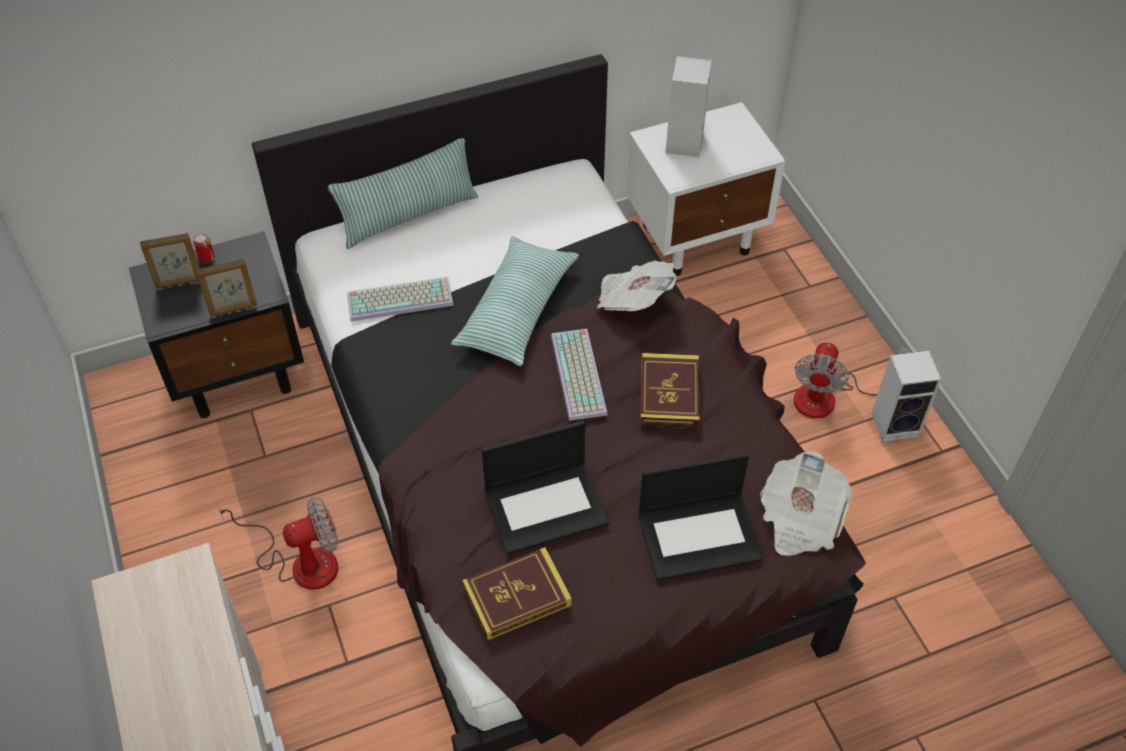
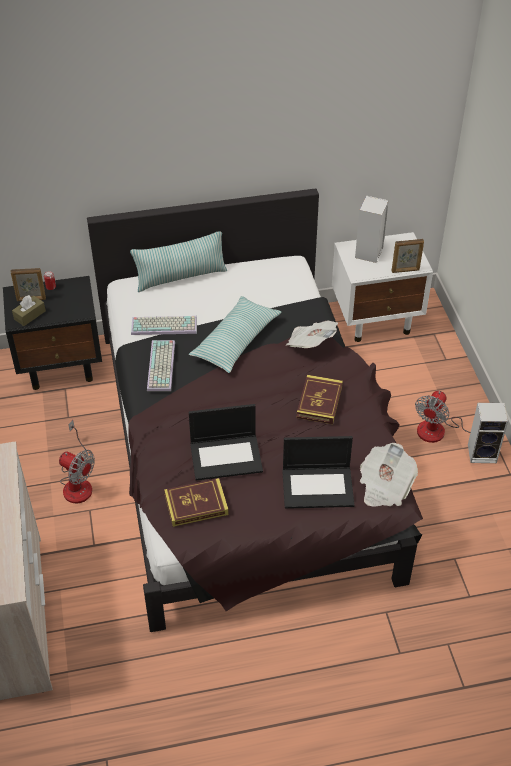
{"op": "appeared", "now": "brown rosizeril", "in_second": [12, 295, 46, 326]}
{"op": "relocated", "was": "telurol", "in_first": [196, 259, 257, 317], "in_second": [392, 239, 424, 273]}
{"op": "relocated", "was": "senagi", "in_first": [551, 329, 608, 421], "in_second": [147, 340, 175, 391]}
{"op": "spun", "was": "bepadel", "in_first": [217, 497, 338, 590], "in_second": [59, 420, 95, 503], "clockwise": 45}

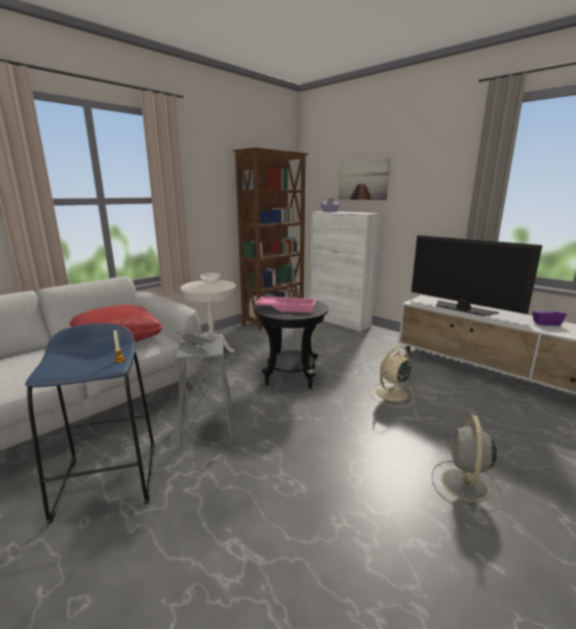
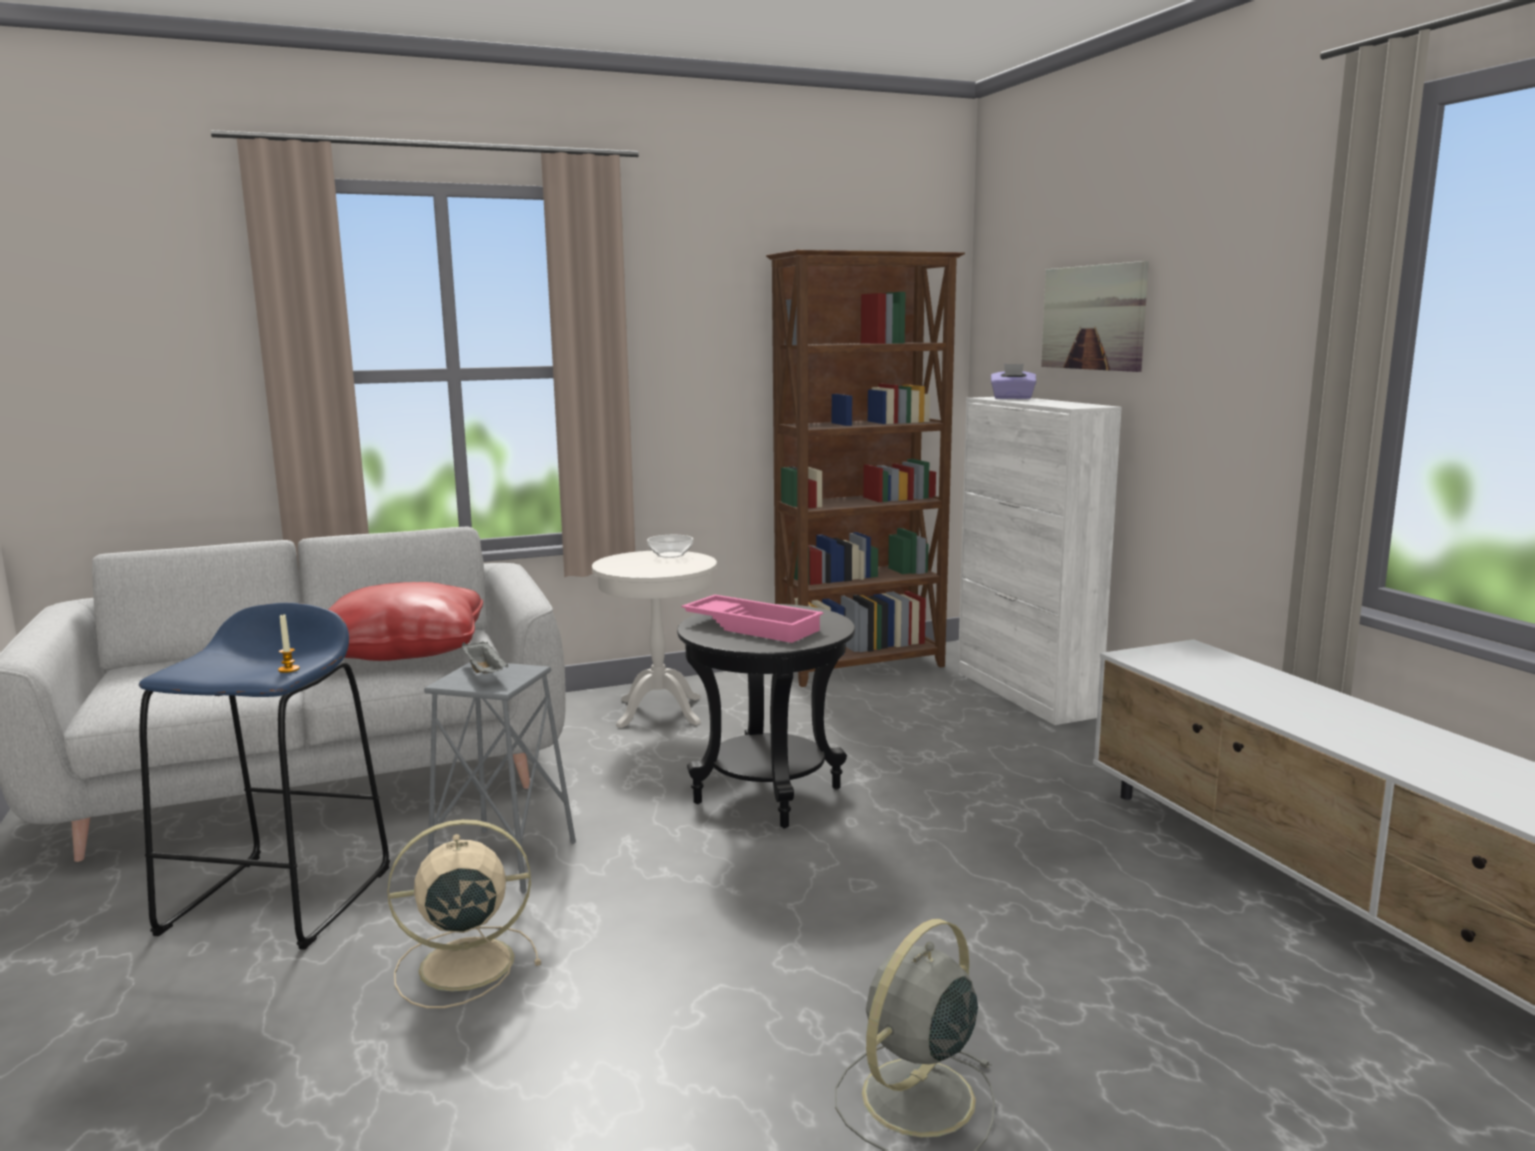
{"op": "missing", "was": "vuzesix", "in_first": [411, 235, 542, 316]}
{"op": "missing", "was": "purple rosizeril", "in_first": [532, 304, 566, 326]}
{"op": "relocated", "was": "beige bepadel", "in_first": [369, 345, 414, 407], "in_second": [387, 819, 541, 1008]}

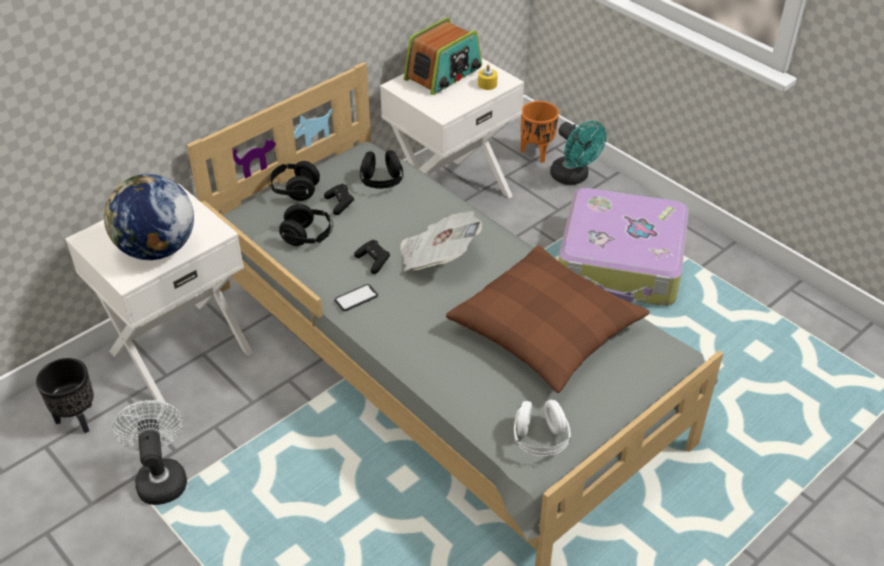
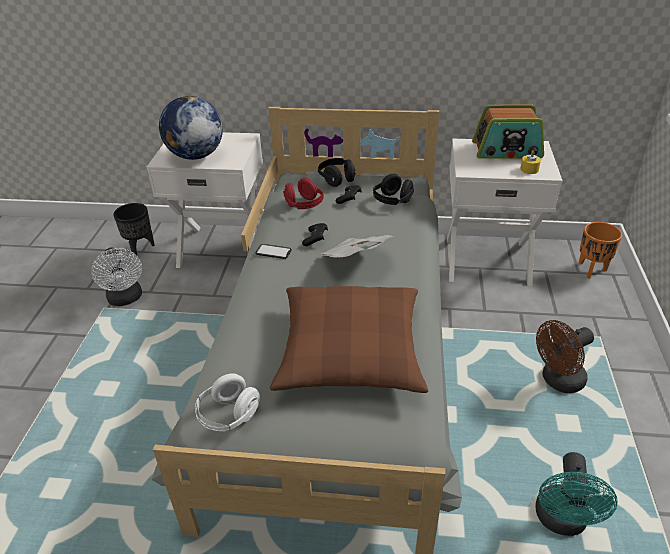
{"op": "relocated", "was": "turquoise bepadel", "in_first": [550, 121, 607, 185], "in_second": [535, 452, 618, 536]}
{"op": "exchanged", "was": "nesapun", "now": "brown bepadel", "in_first": [558, 188, 689, 306], "in_second": [536, 320, 594, 393]}
{"op": "colour", "was": "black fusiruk", "now": "red fusiruk", "in_first": [279, 204, 333, 246], "in_second": [283, 178, 324, 209]}
{"op": "spun", "was": "white bepadel", "in_first": [113, 400, 187, 505], "in_second": [91, 247, 142, 306], "clockwise": 120}

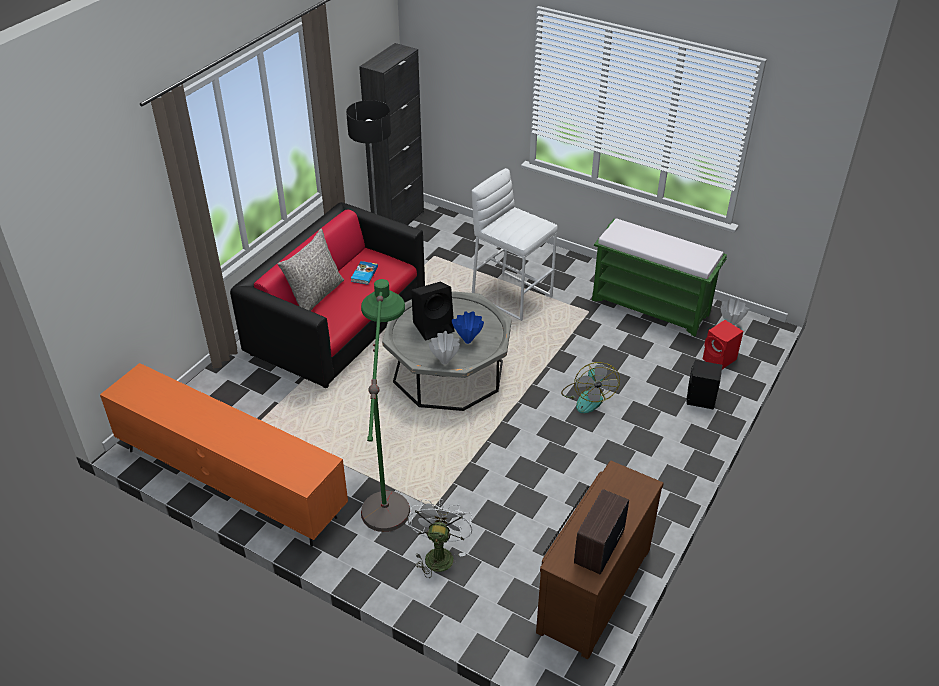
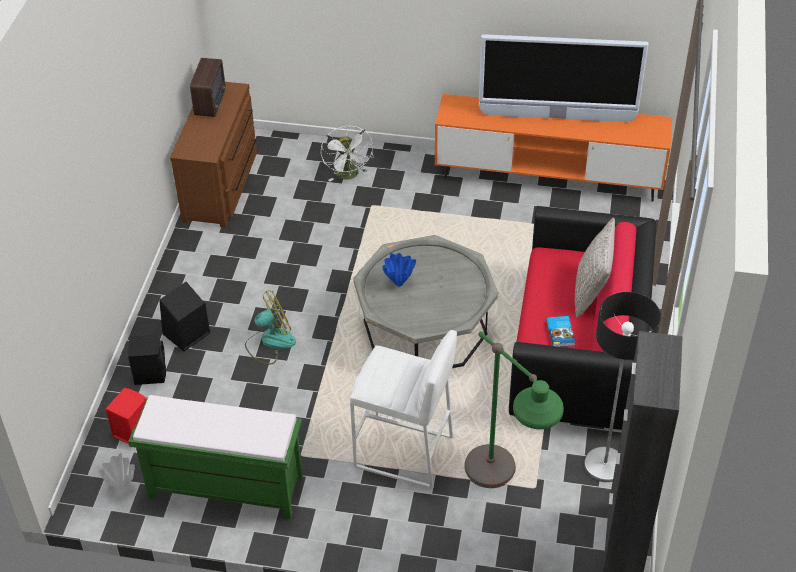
{"op": "missing", "was": "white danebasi", "in_first": [429, 331, 460, 365]}
{"op": "appeared", "now": "vuzesix", "in_second": [479, 34, 649, 122]}
{"op": "relocated", "was": "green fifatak", "in_first": [361, 279, 410, 532], "in_second": [464, 331, 564, 488]}
{"op": "relocated", "was": "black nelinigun", "in_first": [411, 282, 454, 340], "in_second": [159, 282, 210, 351]}
{"op": "spun", "was": "bepadel", "in_first": [561, 362, 620, 413], "in_second": [245, 291, 296, 364], "clockwise": 90}

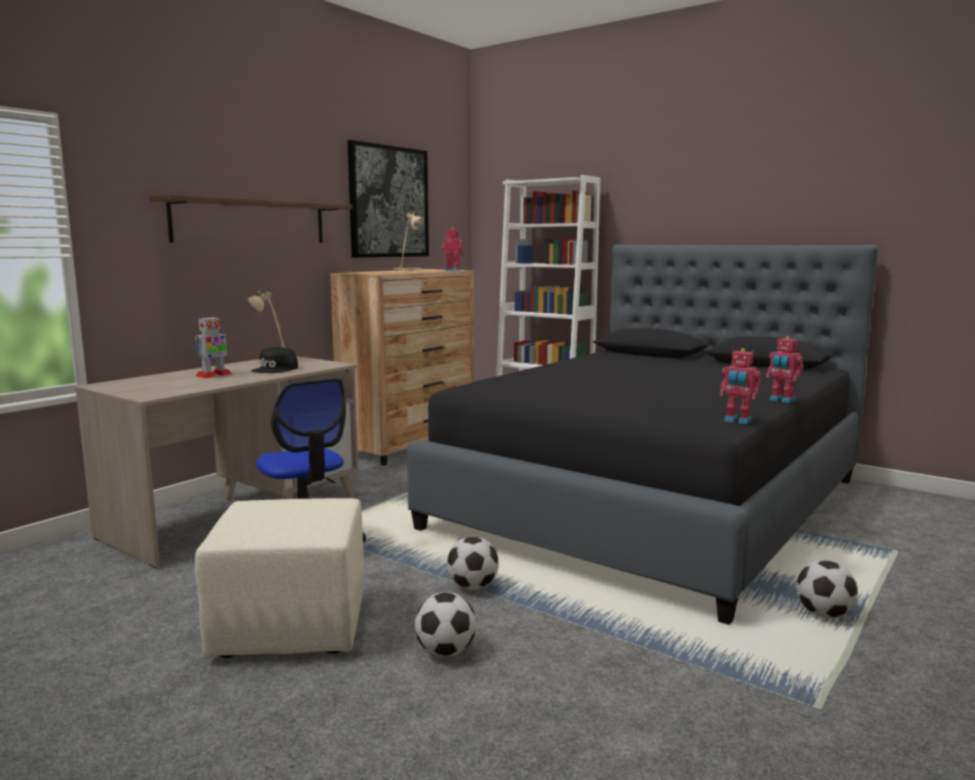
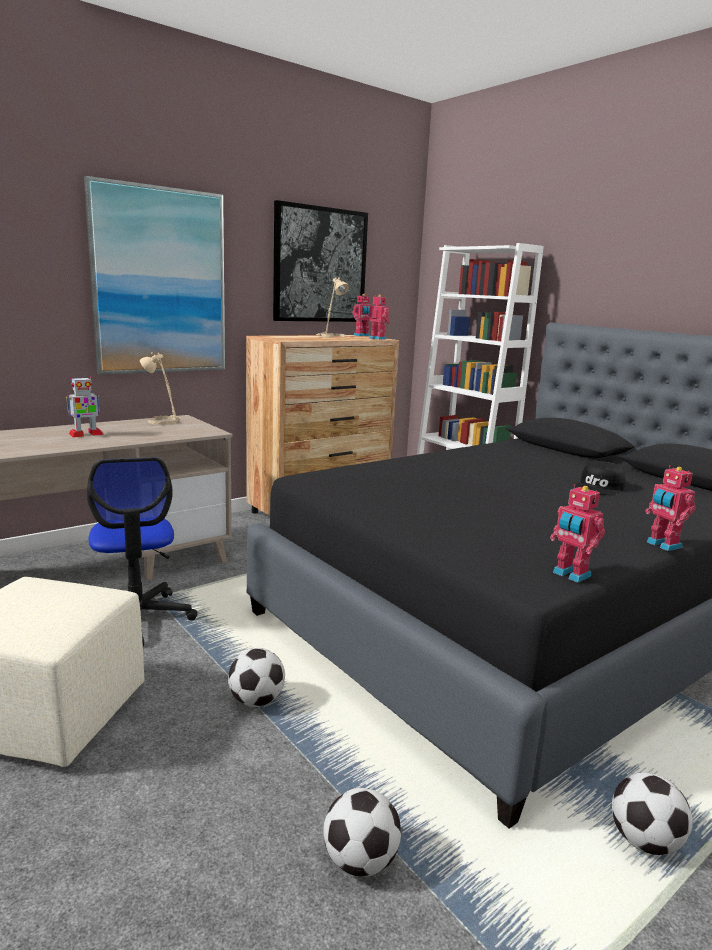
{"op": "appeared", "now": "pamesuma", "in_second": [352, 294, 373, 336]}
{"op": "relocated", "was": "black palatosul", "in_first": [251, 347, 298, 373], "in_second": [575, 461, 626, 495]}
{"op": "relocated", "was": "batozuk", "in_first": [415, 592, 476, 657], "in_second": [323, 788, 401, 877]}
{"op": "exchanged", "was": "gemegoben", "now": "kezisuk", "in_first": [150, 194, 352, 243], "in_second": [84, 176, 225, 375]}

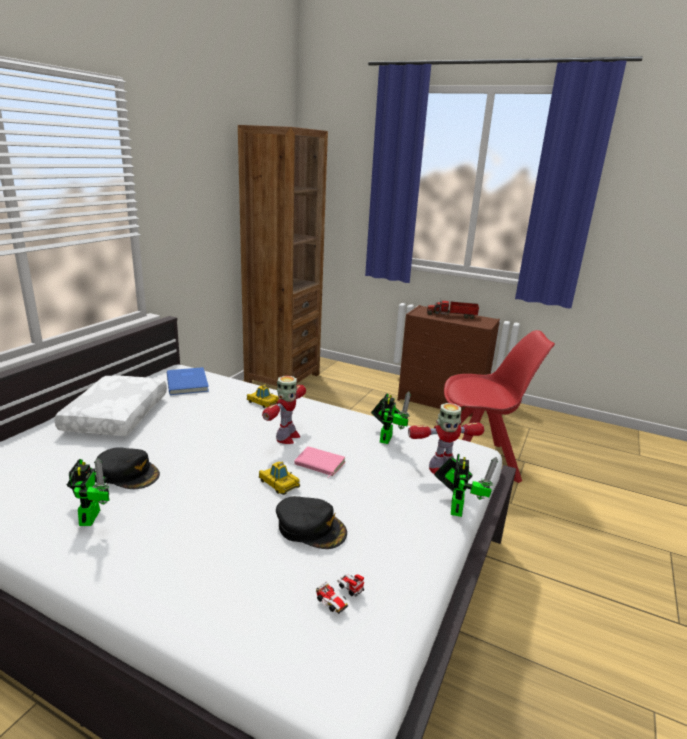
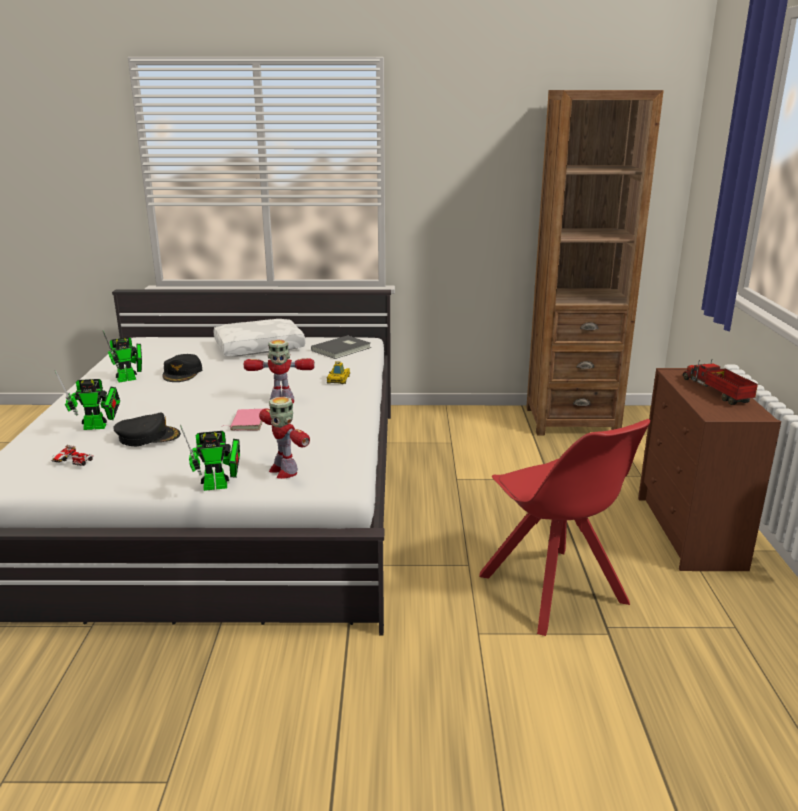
{"op": "missing", "was": "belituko", "in_first": [259, 461, 300, 495]}
{"op": "relocated", "was": "pamesuma", "in_first": [371, 392, 411, 444], "in_second": [55, 370, 120, 430]}
{"op": "colour", "was": "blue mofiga", "now": "grey mofiga", "in_first": [167, 367, 209, 395], "in_second": [311, 335, 371, 359]}
{"op": "spun", "was": "black palatosul", "in_first": [276, 496, 347, 549], "in_second": [113, 413, 181, 446], "clockwise": -105}

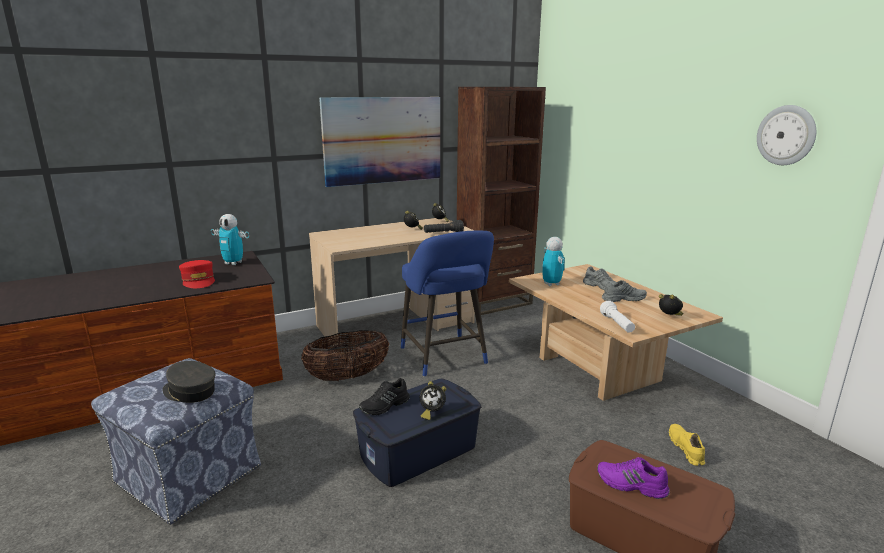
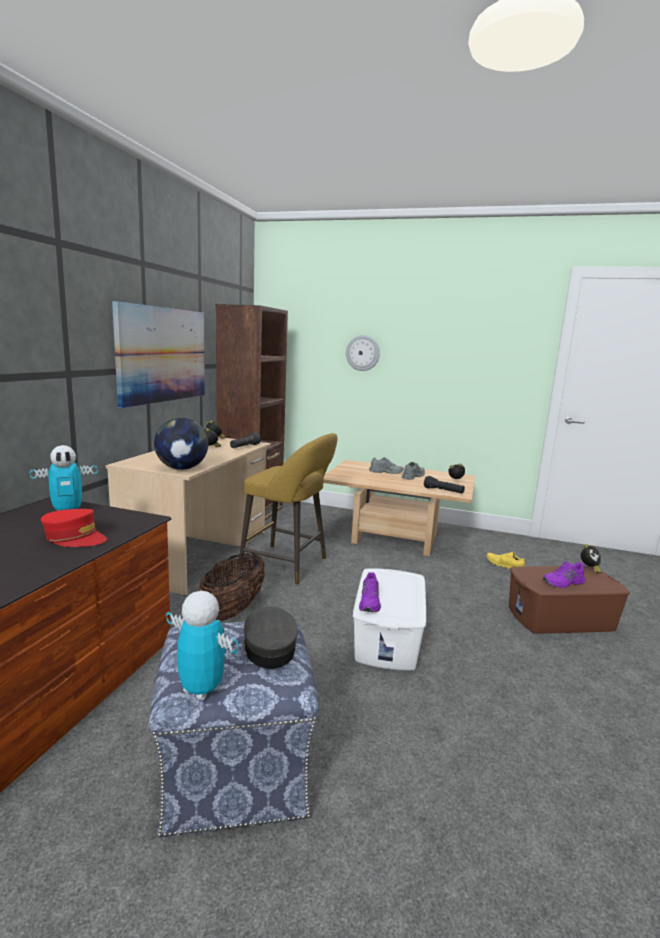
{"op": "appeared", "now": "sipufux", "in_second": [154, 418, 208, 470]}
{"op": "relocated", "was": "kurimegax", "in_first": [420, 381, 446, 420], "in_second": [581, 544, 602, 573]}
{"op": "relocated", "was": "pamesuma", "in_first": [542, 237, 565, 286], "in_second": [166, 591, 239, 701]}
{"op": "relocated", "was": "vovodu", "in_first": [757, 105, 816, 165], "in_second": [346, 335, 380, 371]}
{"op": "colour", "was": "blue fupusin", "now": "white fupusin", "in_first": [353, 379, 481, 487], "in_second": [353, 568, 426, 670]}
{"op": "colour", "was": "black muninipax", "now": "purple muninipax", "in_first": [359, 378, 410, 415], "in_second": [359, 572, 381, 612]}
{"op": "colour", "was": "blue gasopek", "now": "yellow gasopek", "in_first": [401, 231, 494, 377], "in_second": [239, 433, 338, 585]}
{"op": "colour", "was": "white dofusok", "now": "black dofusok", "in_first": [600, 301, 635, 333], "in_second": [424, 476, 465, 494]}
{"op": "spun", "was": "grey palatosul", "in_first": [162, 361, 215, 403], "in_second": [243, 606, 298, 669], "clockwise": 90}

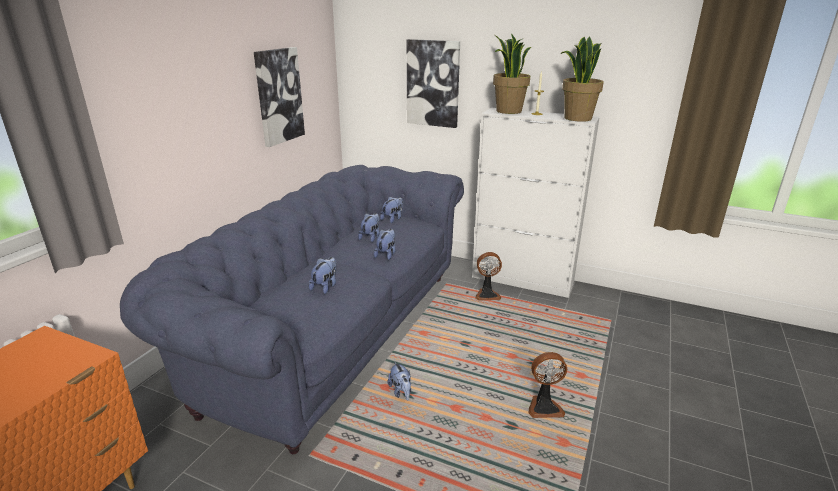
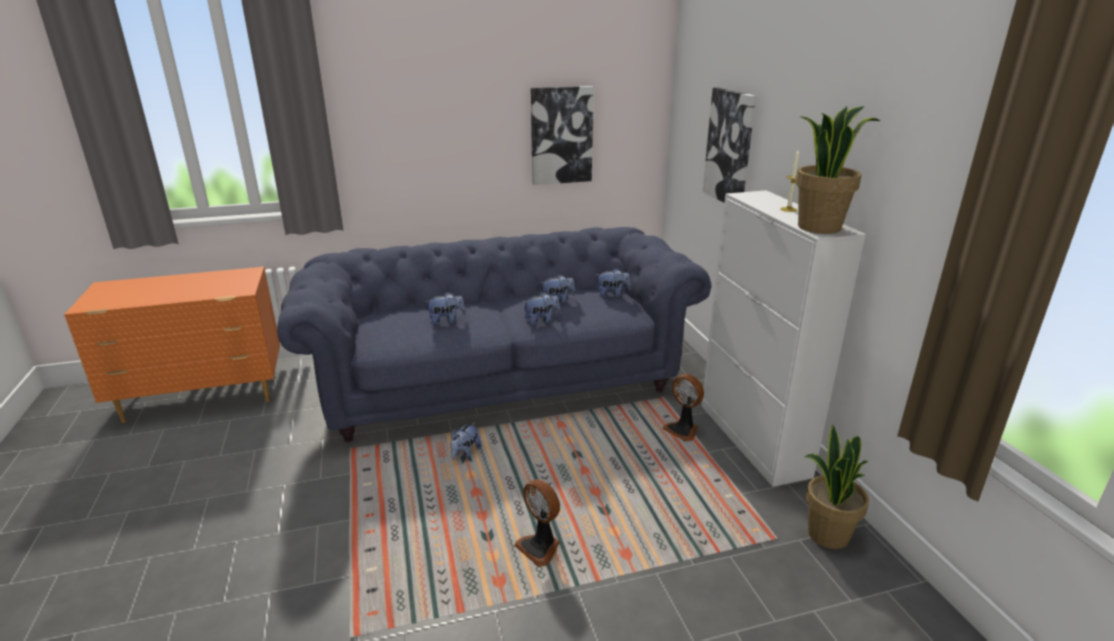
{"op": "relocated", "was": "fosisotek", "in_first": [493, 33, 531, 114], "in_second": [805, 425, 869, 549]}

